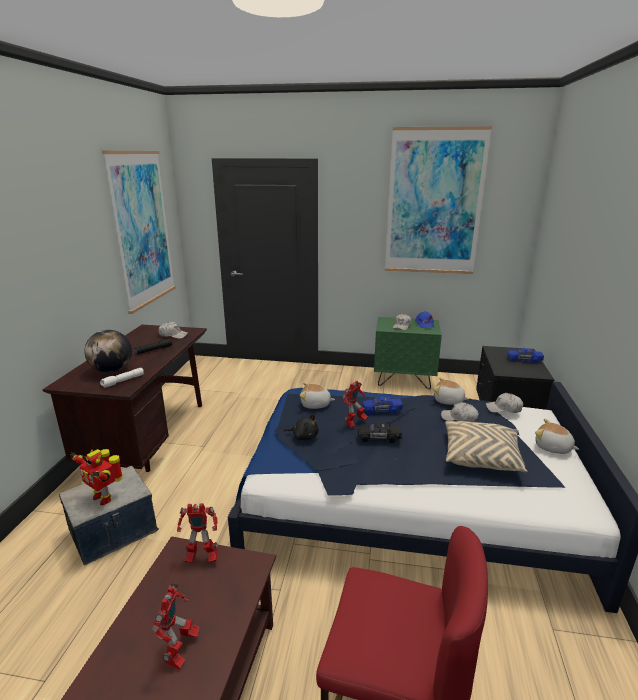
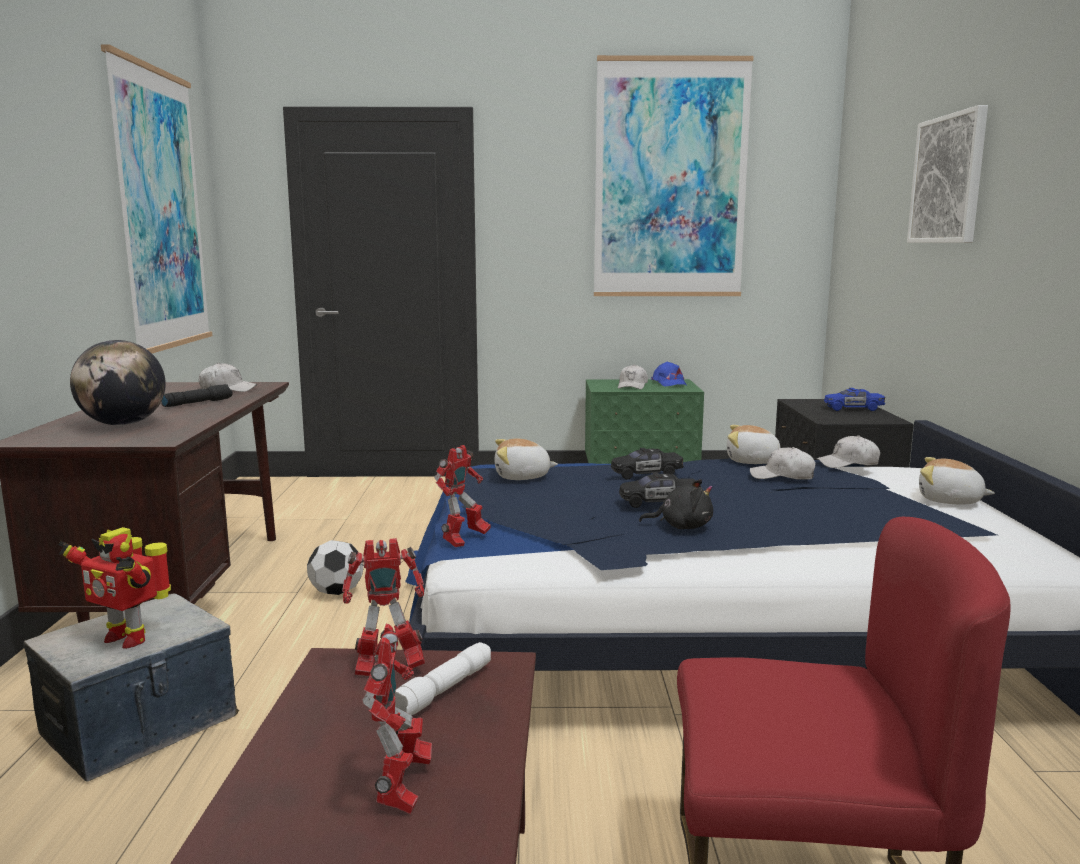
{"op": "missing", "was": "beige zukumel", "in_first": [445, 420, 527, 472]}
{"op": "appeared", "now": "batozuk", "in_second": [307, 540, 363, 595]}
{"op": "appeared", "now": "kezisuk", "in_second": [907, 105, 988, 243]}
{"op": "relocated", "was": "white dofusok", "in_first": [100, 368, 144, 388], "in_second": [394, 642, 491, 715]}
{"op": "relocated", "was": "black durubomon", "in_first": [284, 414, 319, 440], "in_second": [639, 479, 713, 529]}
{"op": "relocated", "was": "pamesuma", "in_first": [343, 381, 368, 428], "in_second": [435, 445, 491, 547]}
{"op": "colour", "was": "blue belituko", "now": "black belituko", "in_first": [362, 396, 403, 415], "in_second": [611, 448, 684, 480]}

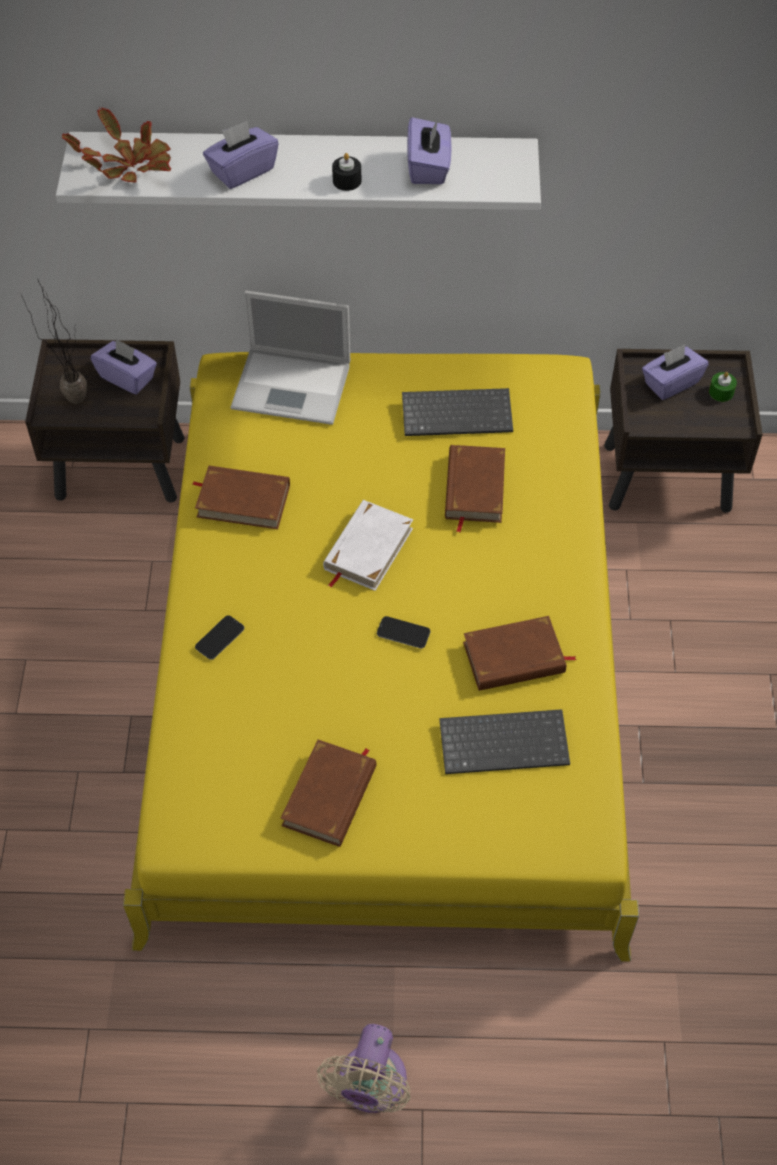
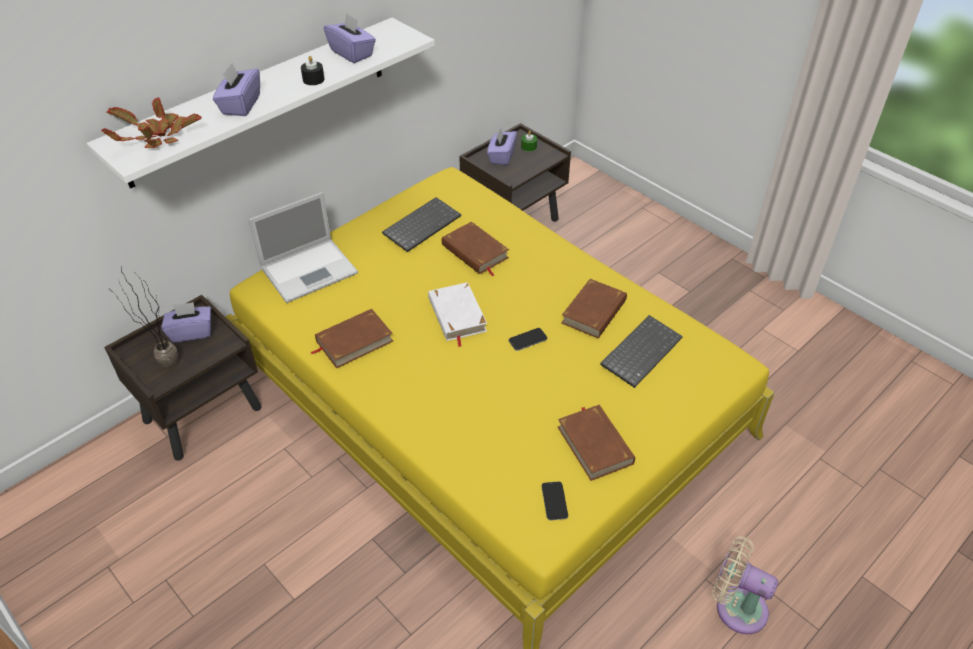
{"op": "relocated", "was": "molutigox", "in_first": [195, 615, 244, 660], "in_second": [541, 482, 568, 520]}
{"op": "spun", "was": "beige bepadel", "in_first": [317, 1024, 411, 1113], "in_second": [712, 536, 778, 634], "clockwise": 150}

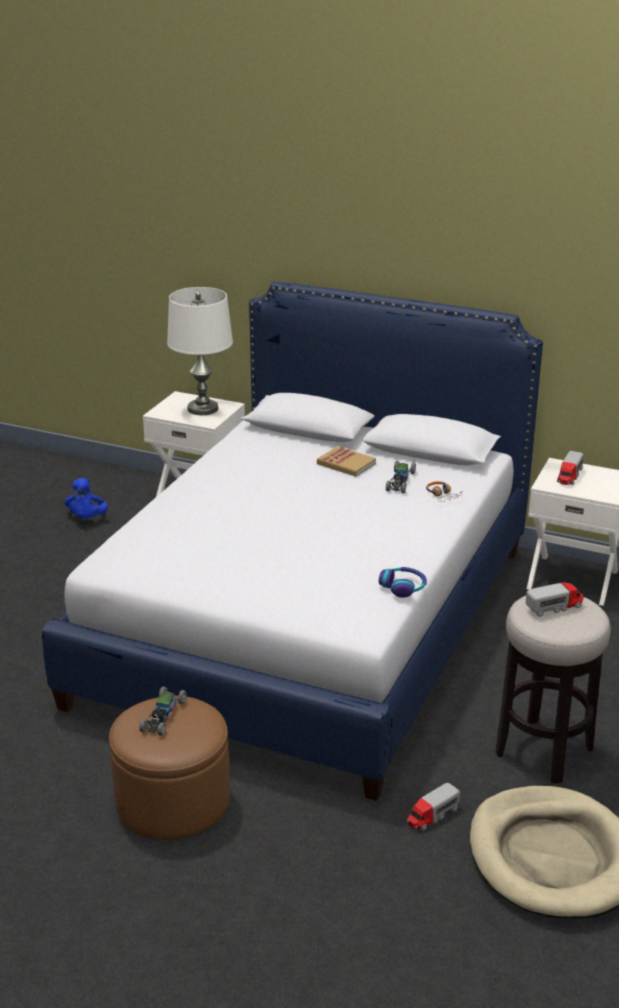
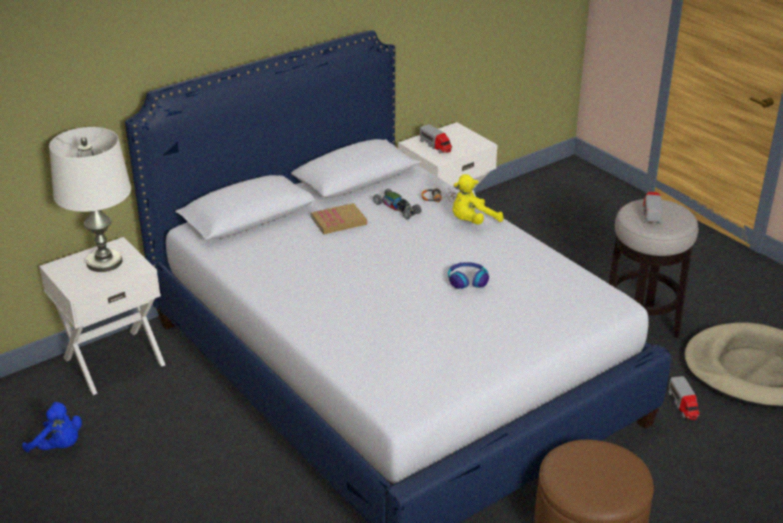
{"op": "missing", "was": "belituko", "in_first": [139, 687, 187, 736]}
{"op": "appeared", "now": "yellow durubomon", "in_second": [453, 174, 503, 225]}
{"op": "relocated", "was": "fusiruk", "in_first": [379, 567, 427, 598], "in_second": [448, 262, 489, 289]}

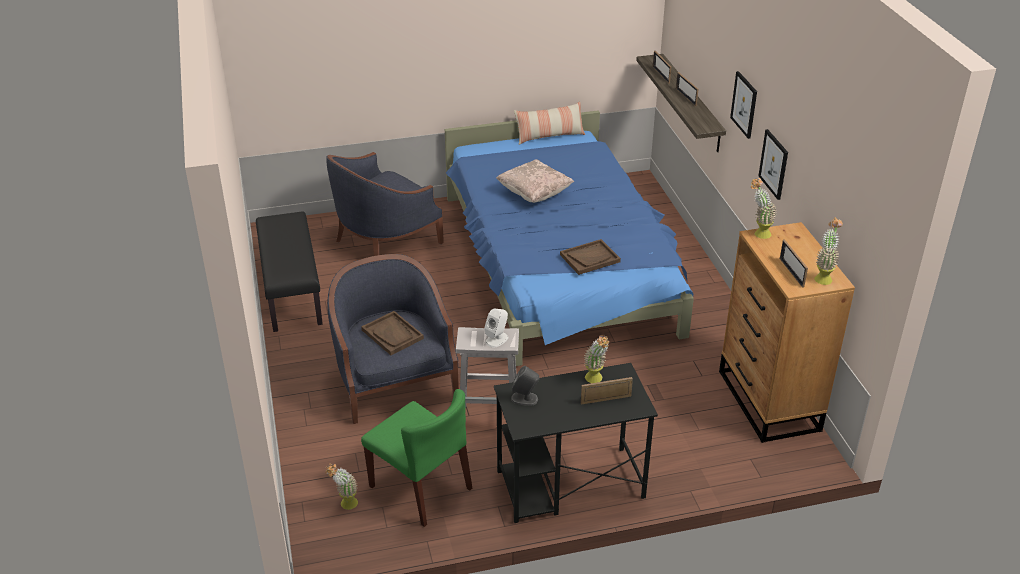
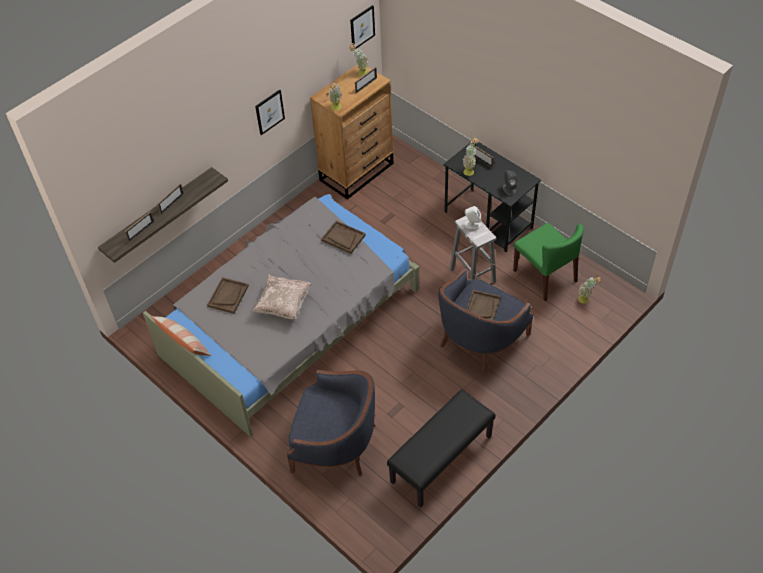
{"op": "appeared", "now": "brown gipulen", "in_second": [207, 277, 249, 314]}
{"op": "relocated", "was": "kezisuk", "in_first": [730, 71, 757, 139], "in_second": [350, 5, 375, 48]}
{"op": "colour", "was": "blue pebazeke", "now": "grey pebazeke", "in_first": [445, 111, 694, 366], "in_second": [143, 194, 419, 437]}
{"op": "spun", "was": "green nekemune", "in_first": [361, 389, 472, 527], "in_second": [513, 223, 584, 302], "clockwise": 135}

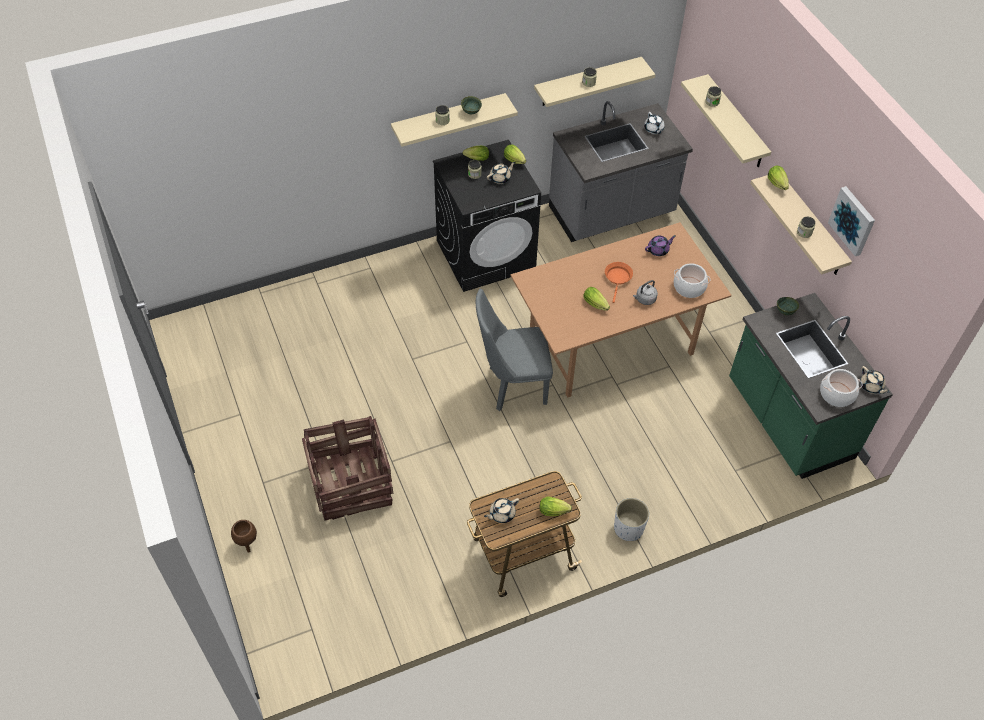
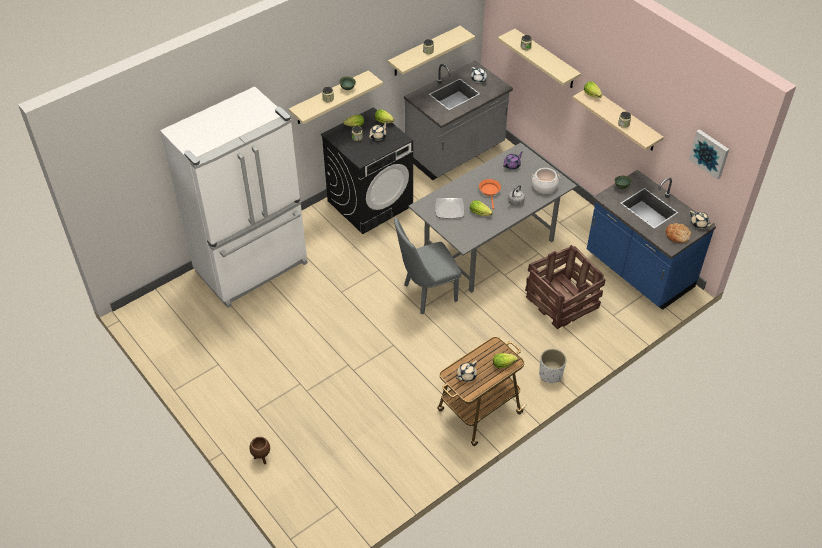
{"op": "appeared", "now": "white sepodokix", "in_second": [160, 86, 308, 308]}
{"op": "appeared", "now": "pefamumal", "in_second": [435, 198, 464, 218]}
{"op": "relocated", "was": "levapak", "in_first": [302, 416, 393, 521], "in_second": [525, 245, 605, 329]}
{"op": "relocated", "was": "kezisuk", "in_first": [828, 186, 875, 256], "in_second": [689, 129, 729, 180]}
{"op": "exchanged", "was": "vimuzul", "now": "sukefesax", "in_first": [820, 369, 863, 407], "in_second": [666, 223, 691, 243]}
{"op": "colour", "was": "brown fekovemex", "now": "grey fekovemex", "in_first": [511, 222, 732, 397], "in_second": [408, 143, 577, 293]}
{"op": "colour", "was": "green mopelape", "now": "blue mopelape", "in_first": [729, 293, 893, 479], "in_second": [587, 170, 716, 310]}

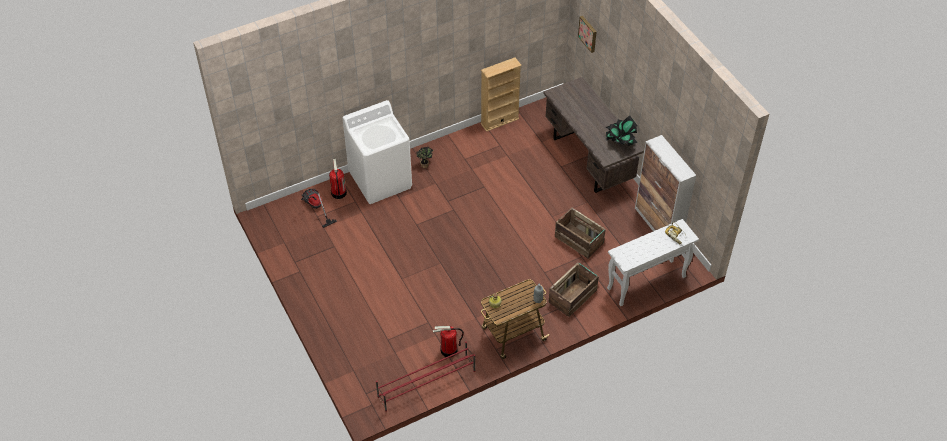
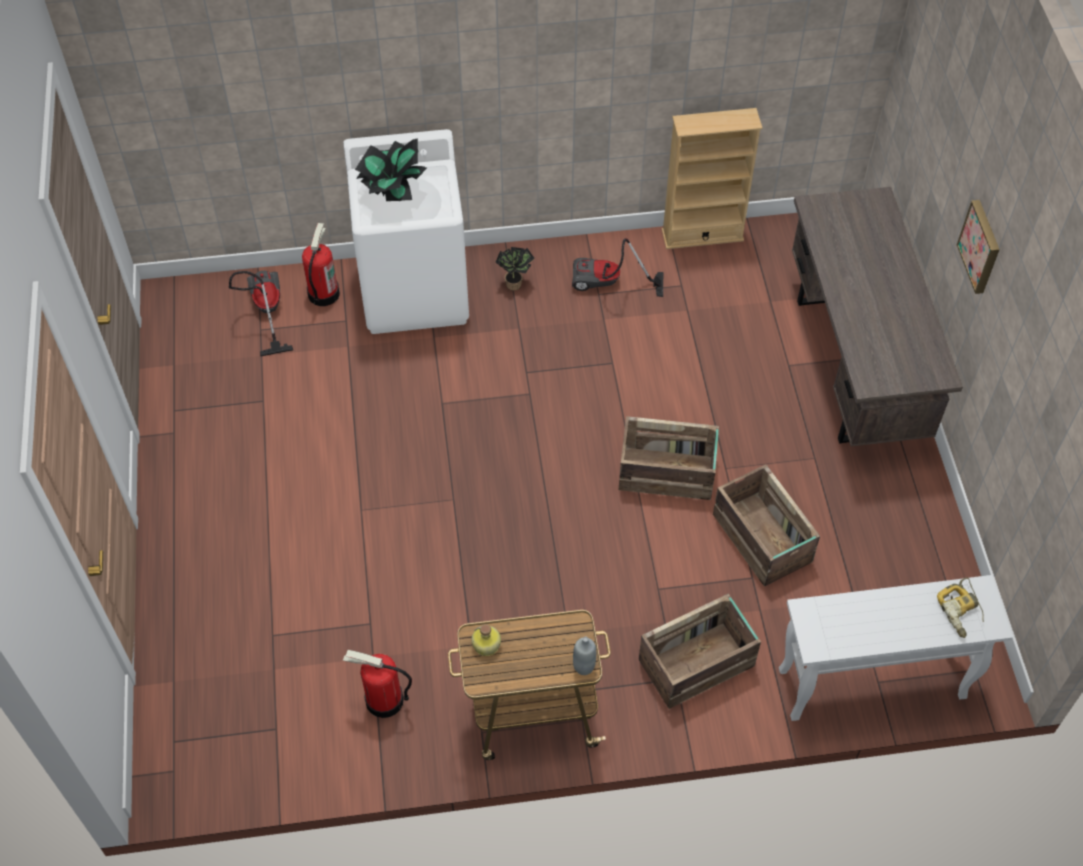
{"op": "missing", "was": "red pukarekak", "in_first": [376, 341, 475, 412]}
{"op": "missing", "was": "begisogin", "in_first": [635, 135, 696, 231]}
{"op": "appeared", "now": "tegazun", "in_second": [572, 238, 664, 297]}
{"op": "appeared", "now": "levapak", "in_second": [619, 416, 719, 500]}
{"op": "relocated", "was": "kezisuk", "in_first": [578, 16, 596, 53], "in_second": [957, 200, 1000, 294]}
{"op": "relocated", "was": "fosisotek", "in_first": [605, 116, 637, 146], "in_second": [355, 138, 427, 201]}

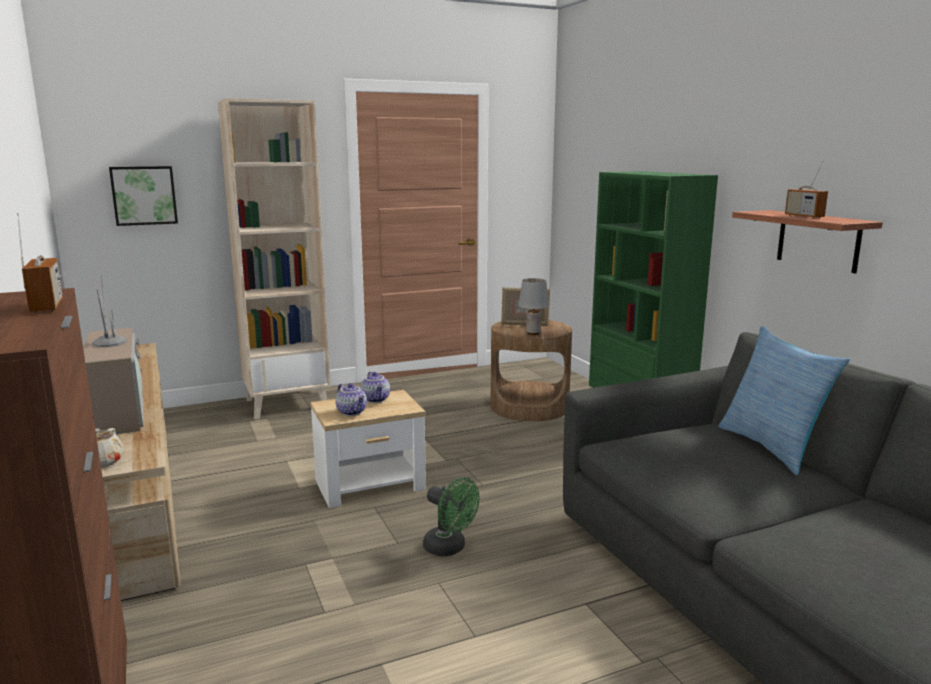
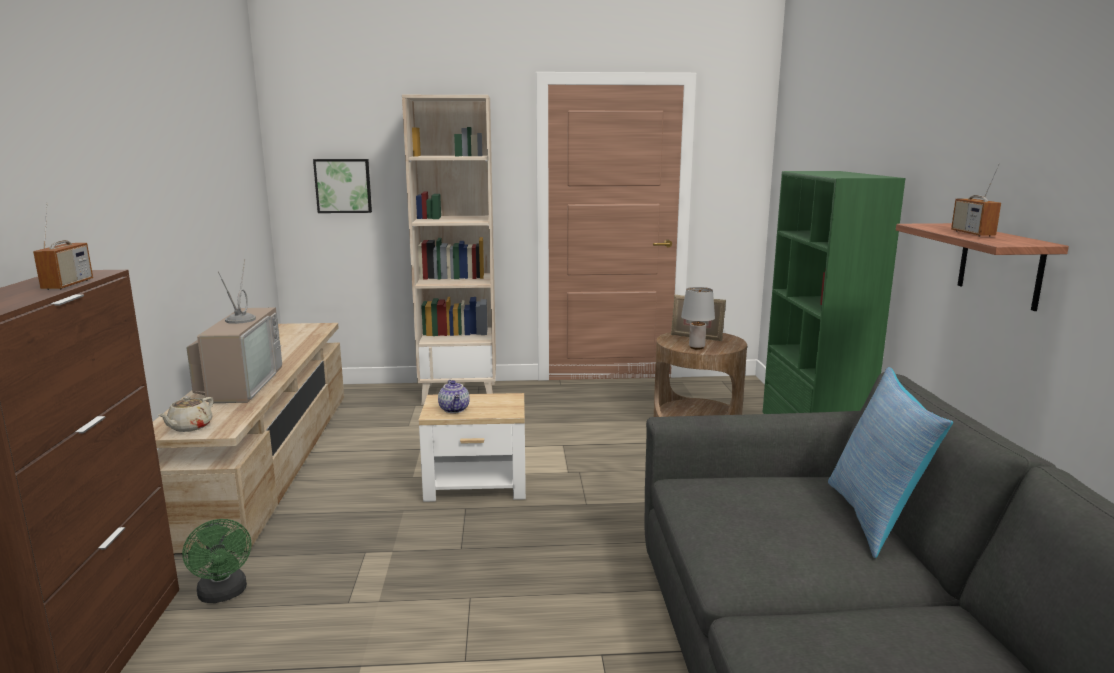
{"op": "missing", "was": "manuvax", "in_first": [360, 372, 390, 403]}
{"op": "relocated", "was": "green bepadel", "in_first": [423, 477, 479, 556], "in_second": [182, 519, 251, 603]}

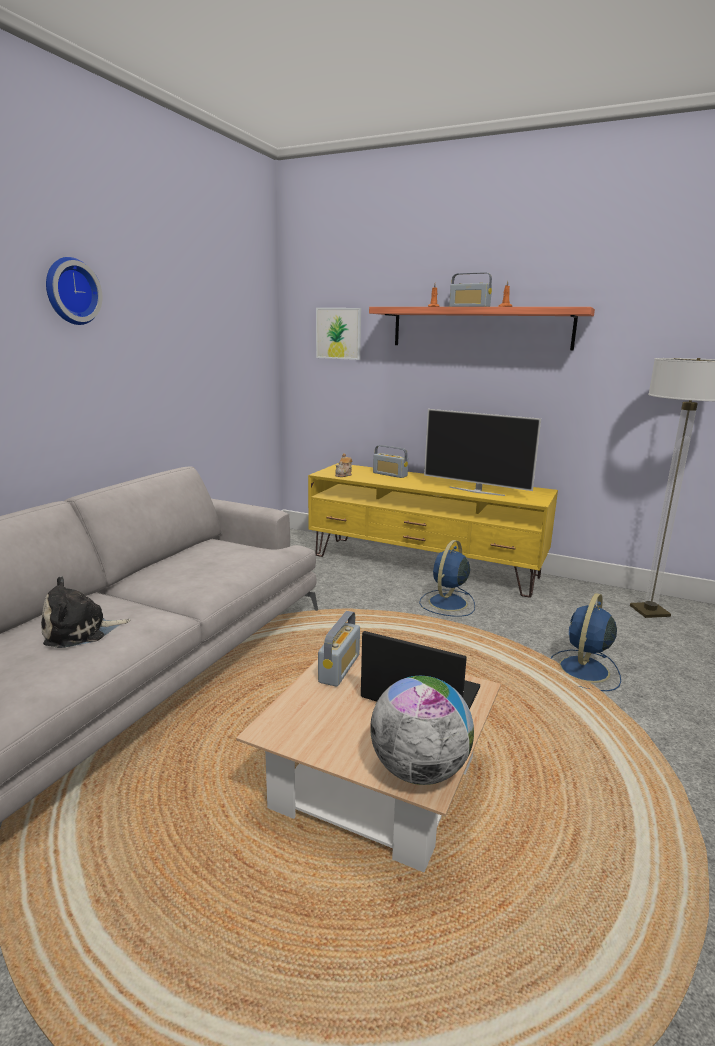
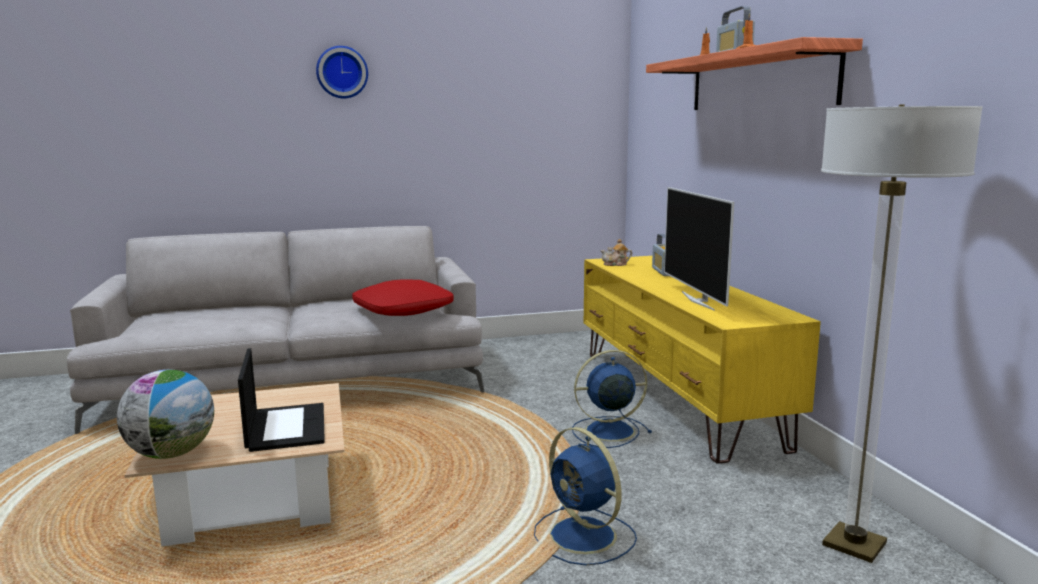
{"op": "missing", "was": "durubomon", "in_first": [41, 576, 131, 648]}
{"op": "missing", "was": "kezisuk", "in_first": [316, 308, 361, 360]}
{"op": "missing", "was": "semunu", "in_first": [318, 611, 360, 687]}
{"op": "appeared", "now": "red zukumel", "in_second": [352, 279, 454, 316]}
{"op": "spun", "was": "blue bepadel", "in_first": [551, 593, 621, 691], "in_second": [534, 427, 637, 566], "clockwise": -120}

